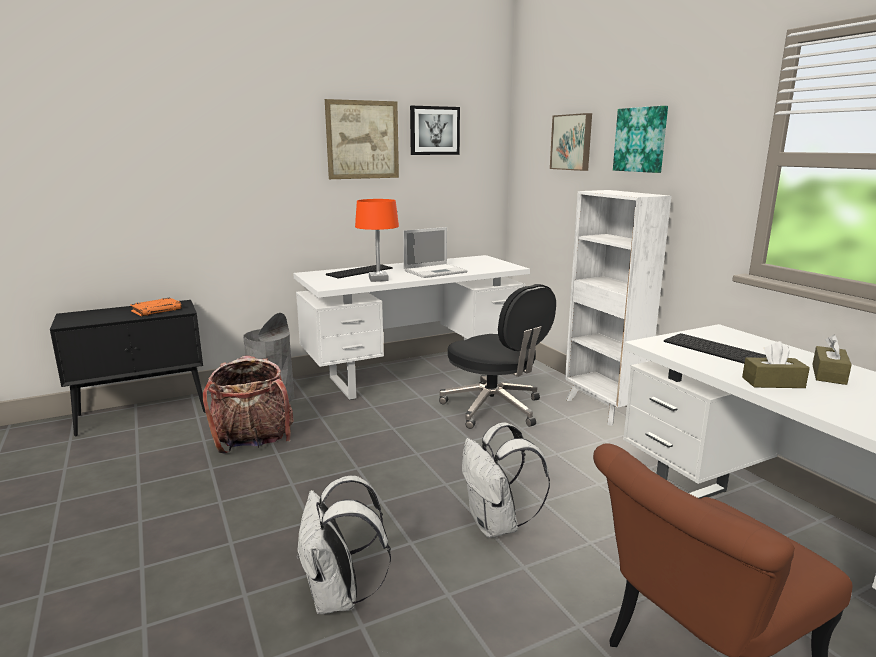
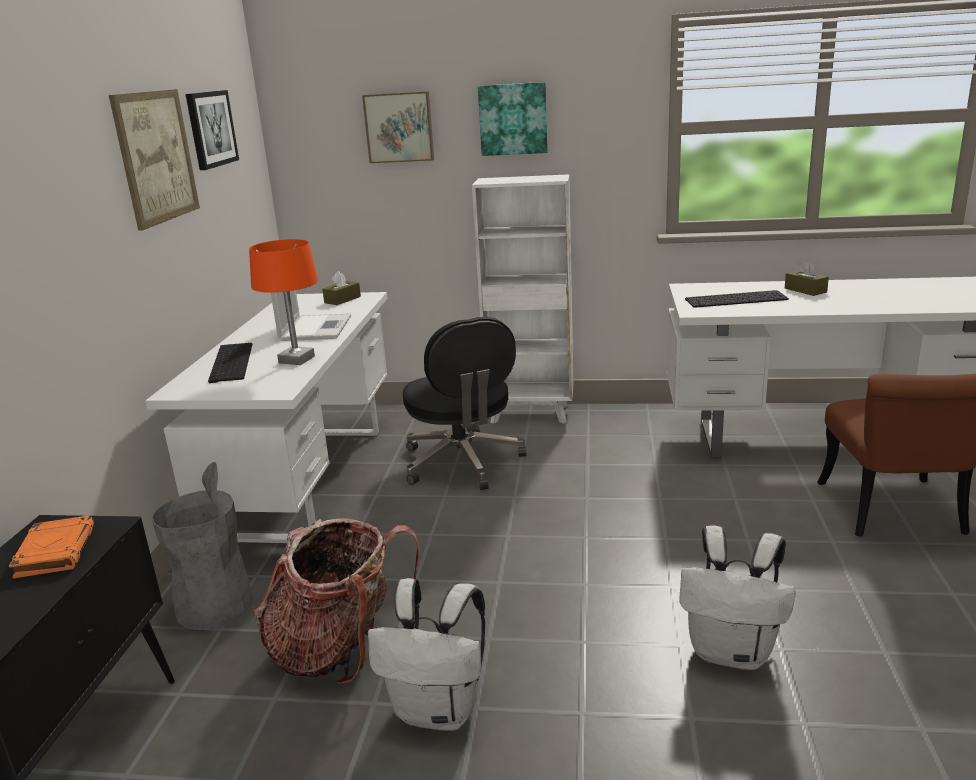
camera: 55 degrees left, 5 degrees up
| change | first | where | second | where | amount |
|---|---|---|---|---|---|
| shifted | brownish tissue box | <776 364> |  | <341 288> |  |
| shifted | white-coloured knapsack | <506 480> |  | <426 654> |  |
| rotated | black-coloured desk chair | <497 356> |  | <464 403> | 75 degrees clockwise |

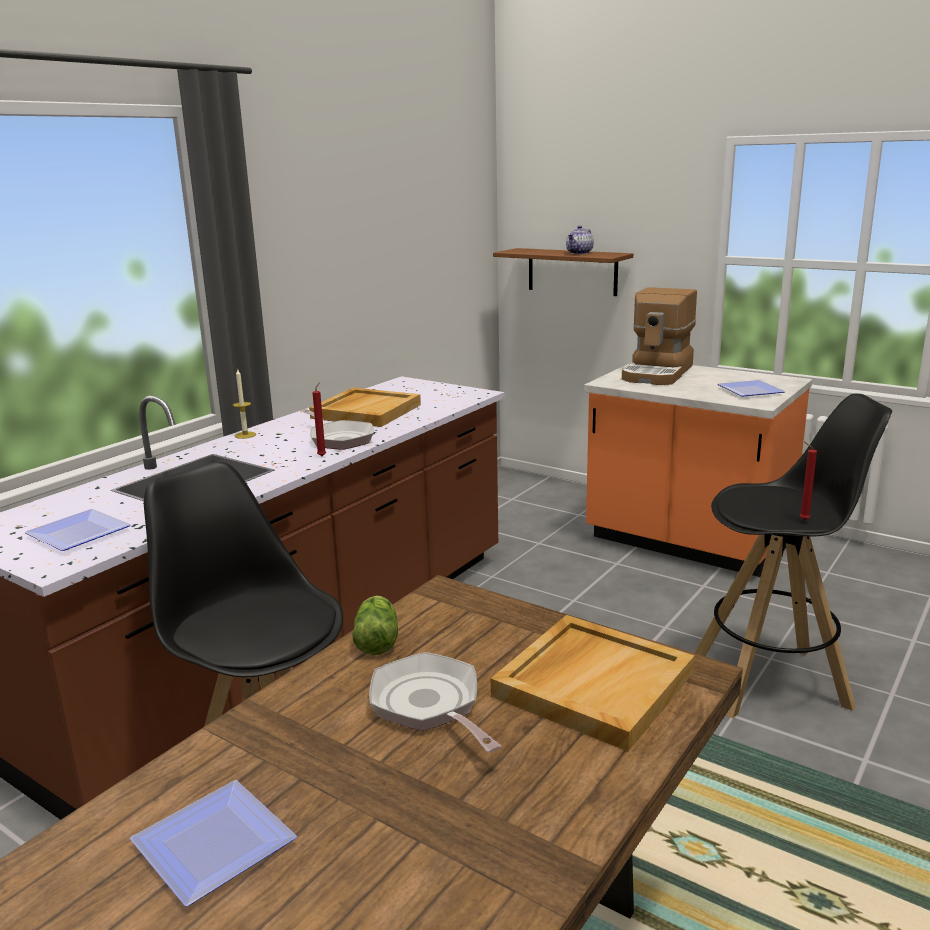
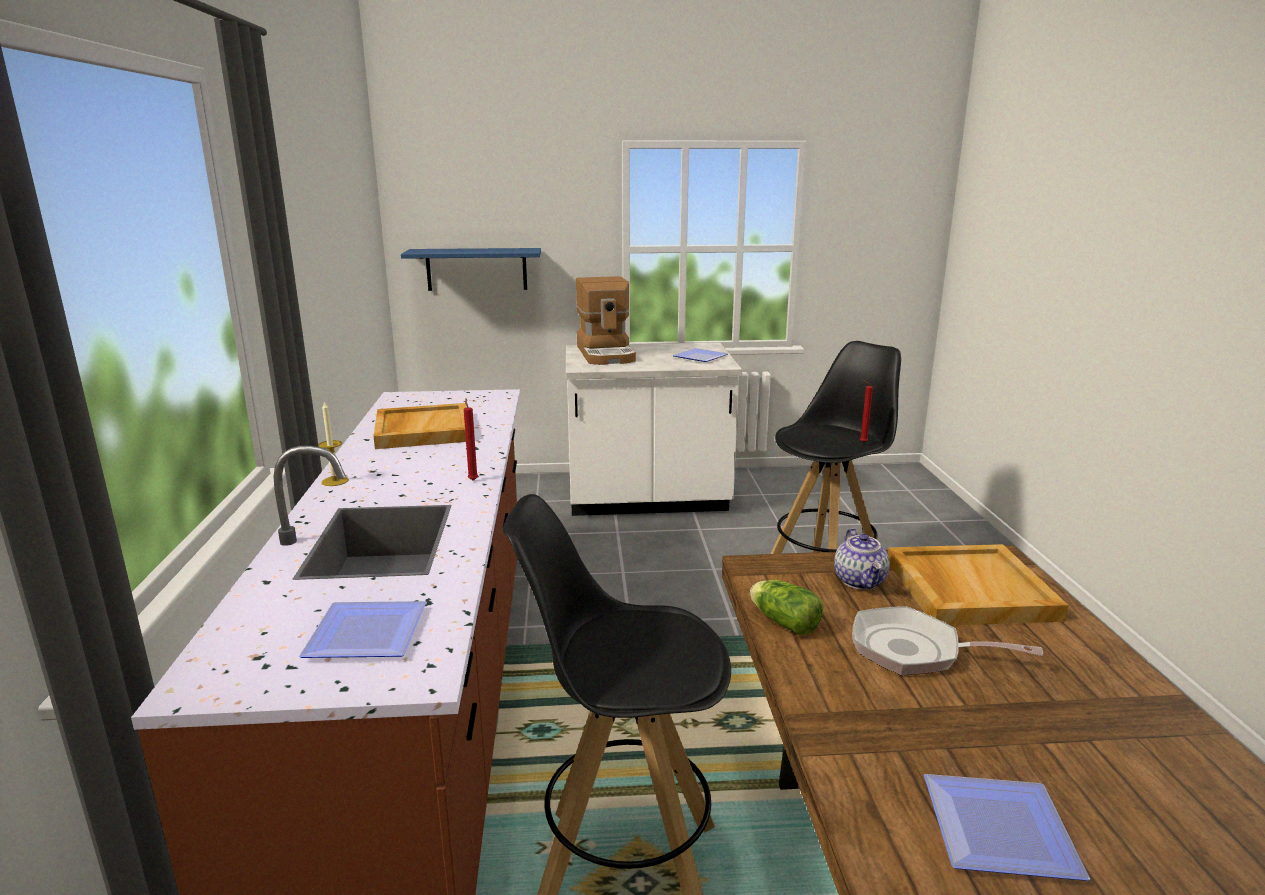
camera: 40 degrees left, 0 degrees up
| change | first | where | second | where | amount |
|---|---|---|---|---|---|
| repainted | brownish shelf | <563 272> | blue shelf | <471 269> |  |
| repainted | orangey counter | <698 469> | white-coloured counter | <654 429> |  |
| shifted | teapot | <580 239> |  | <862 559> |  |
| gone | pan | <337 429> |  |  |  |

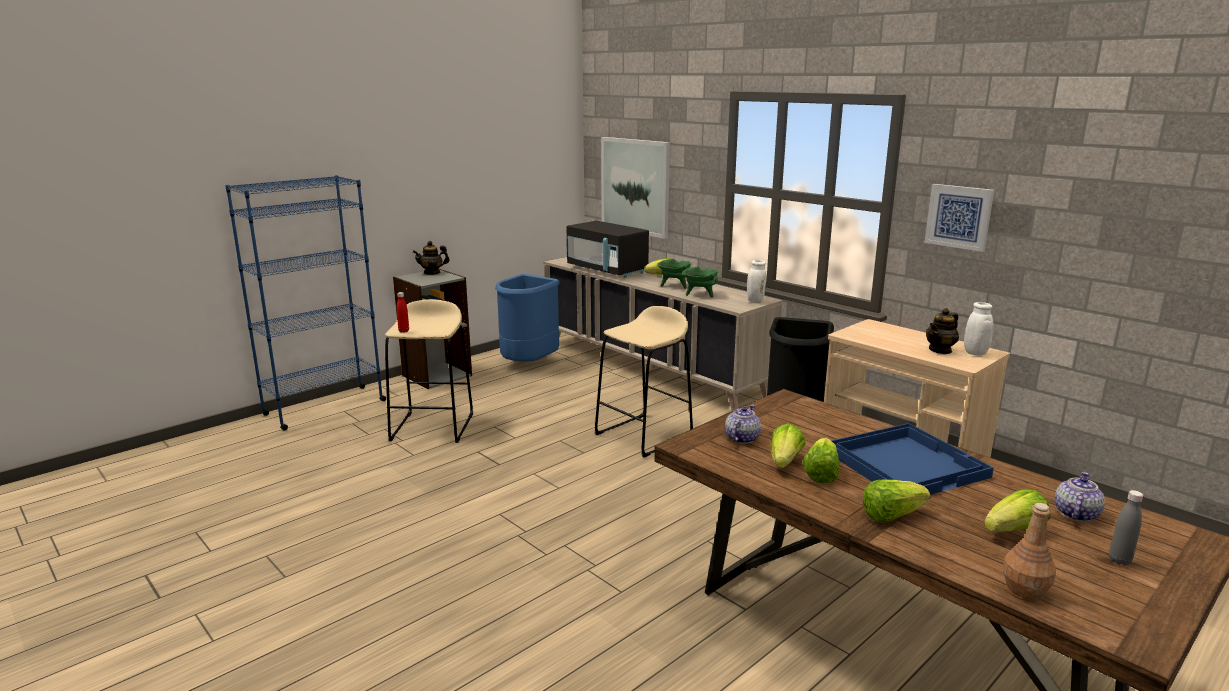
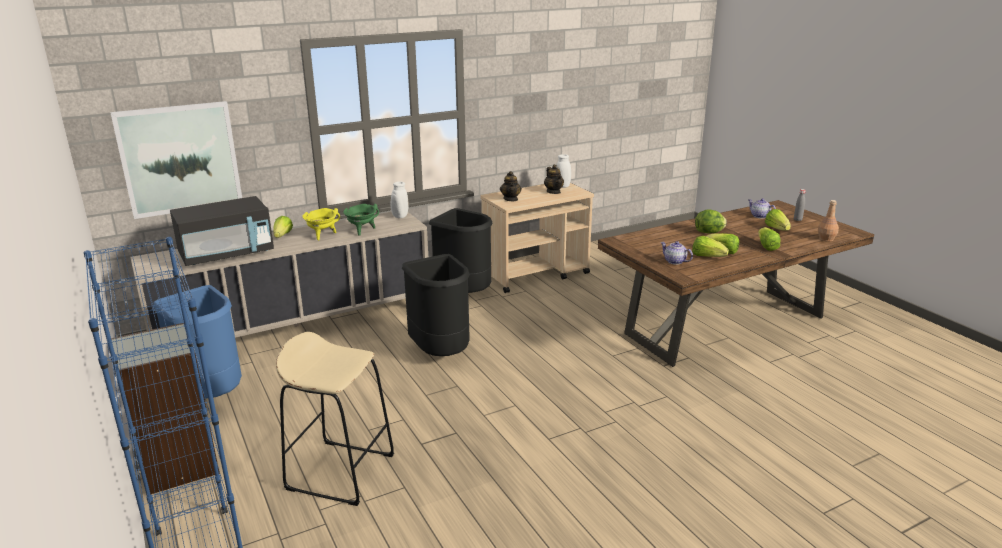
camera: 75 degrees left, 5 degrees up
| change | first | where | second | where | amount |
|---|---|---|---|---|---|
| repainted | green-coloured stockpot | <674 274> | yellowish stockpot | <321 224> |  |
| swapped | sand-coloured sitting stool | <644 381> | black-coloured waste bin | <436 305> |  |
| shifted | teapot | <431 258> |  | <511 186> |  |
| swapped | blue serving tray | <913 459> | lettuce head | <711 221> |  |
| gone | reddish bottle | <403 312> |  |  |  |
| gone | wall art | <959 218> |  |  |  |

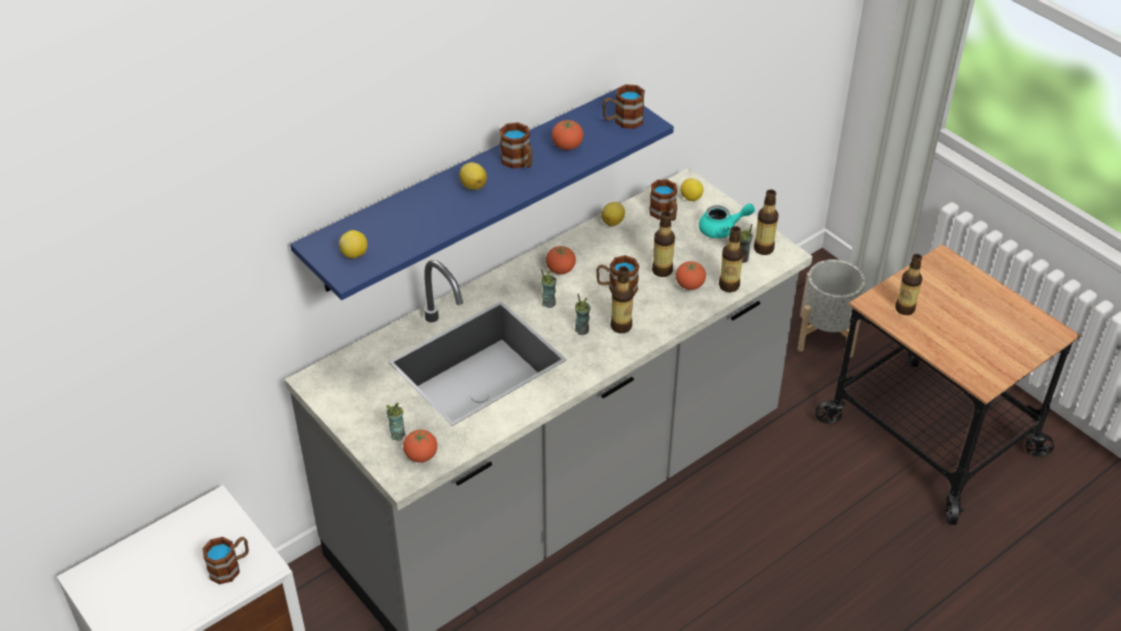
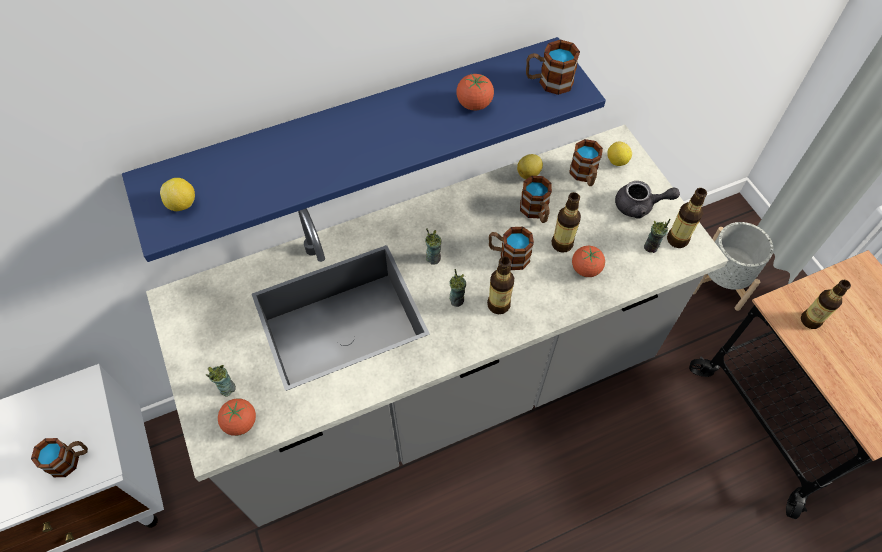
camera: 15 degrees right, 15 degrees up
| change | first | where | second | where | amount |
|---|---|---|---|---|---|
| shifted | mug | <516 145> |  | <536 199> |  |
| repainted | turquoise-coloured teapot | <727 220> | gray teapot | <647 200> |  |
| gone | lemon | <473 176> |  |  |  |
| gone | tomato | <561 260> |  |  |  |
| gone | bottle | <731 259> |  |  |  |

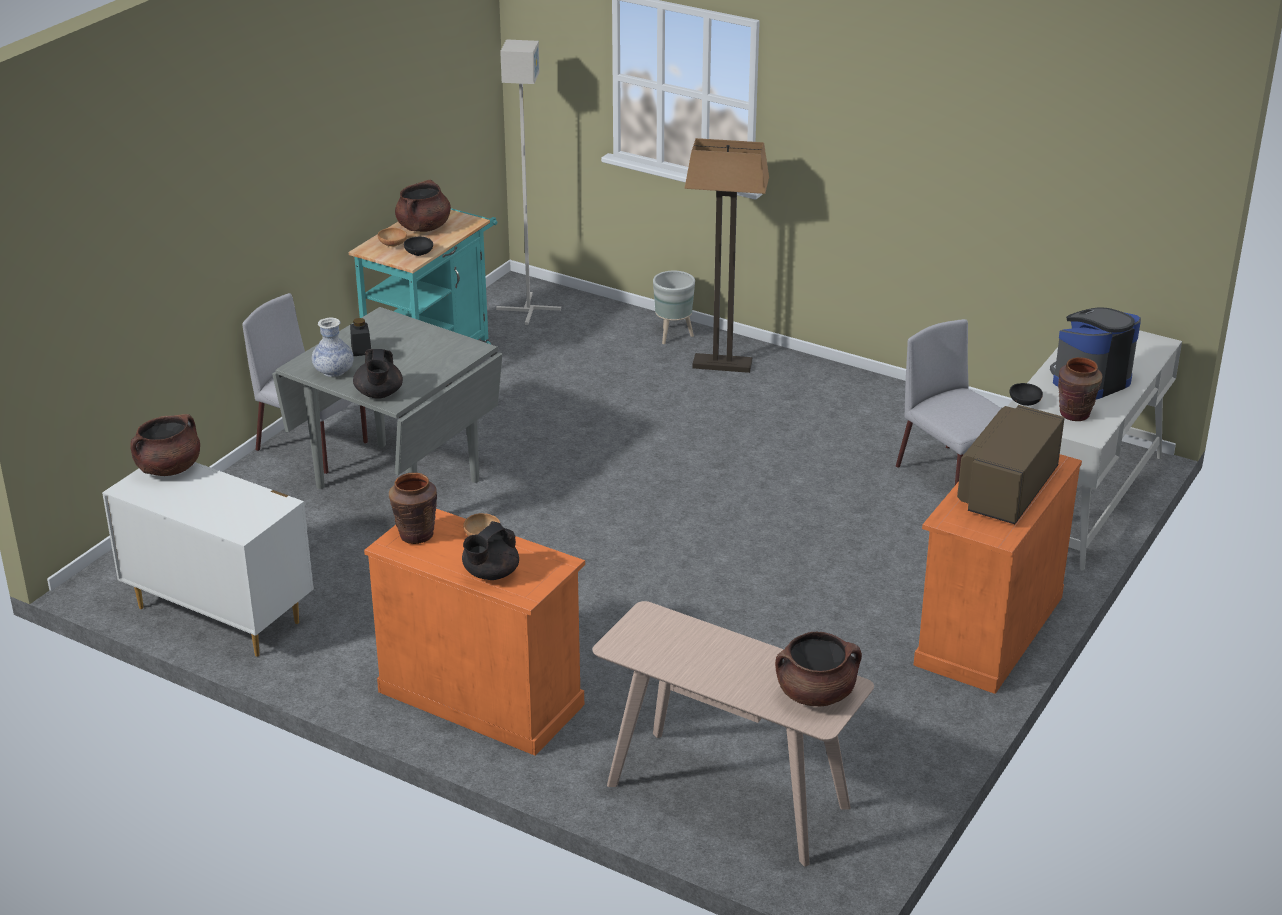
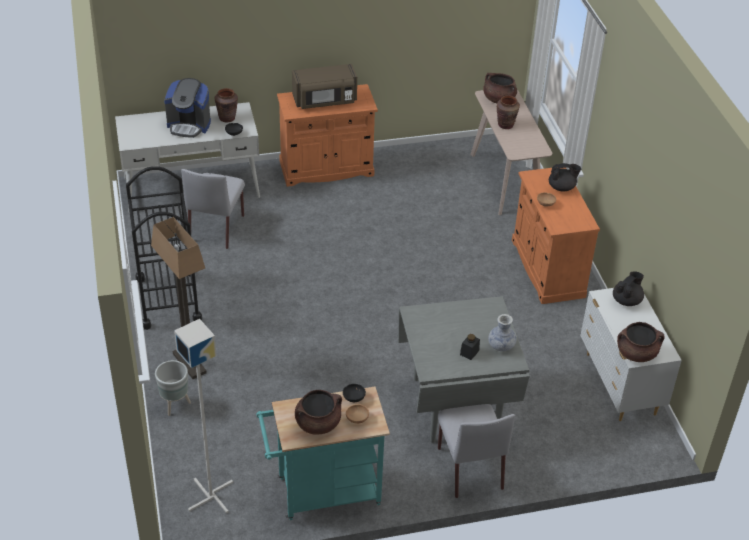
camera: 135 degrees left, 10 degrees up
| change | first | where | second | where | amount |
|---|---|---|---|---|---|
| new |  |  | black-coloured cart | <164 248> |  |
| shifted | brownish flower vase | <413 508> |  | <508 112> |  |
| shifted | black-coloured teapot | <378 374> |  | <628 288> |  |

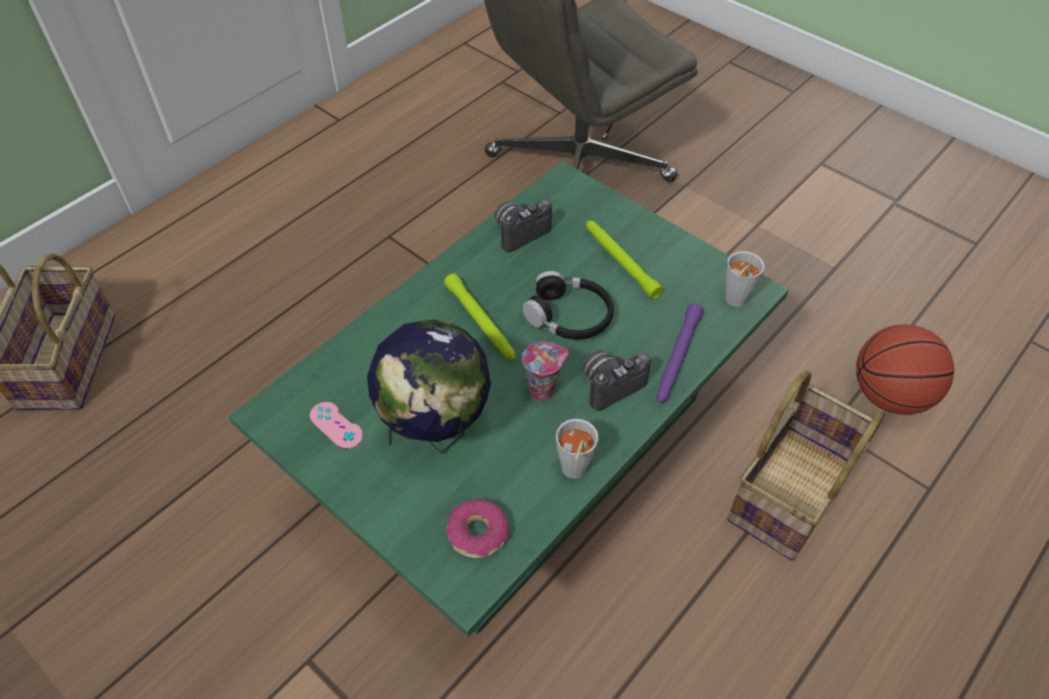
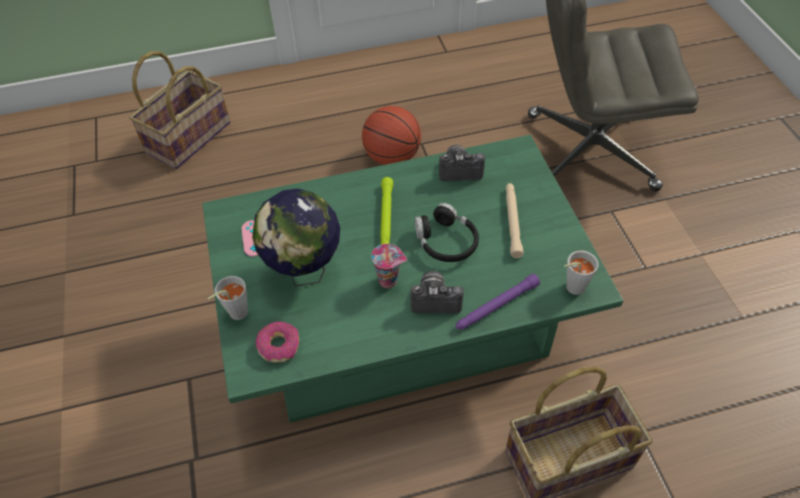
camera: 35 degrees right, 0 degrees up
| change | first | where | second | where | amount |
|---|---|---|---|---|---|
| shifted | gray cup | <577 449> |  | <228 298> |  |
| shifted | ball for basketball | <905 370> |  | <391 135> |  |
| repainted | green-coloured flashlight | <624 260> | sand-coloured flashlight | <515 220> |  |

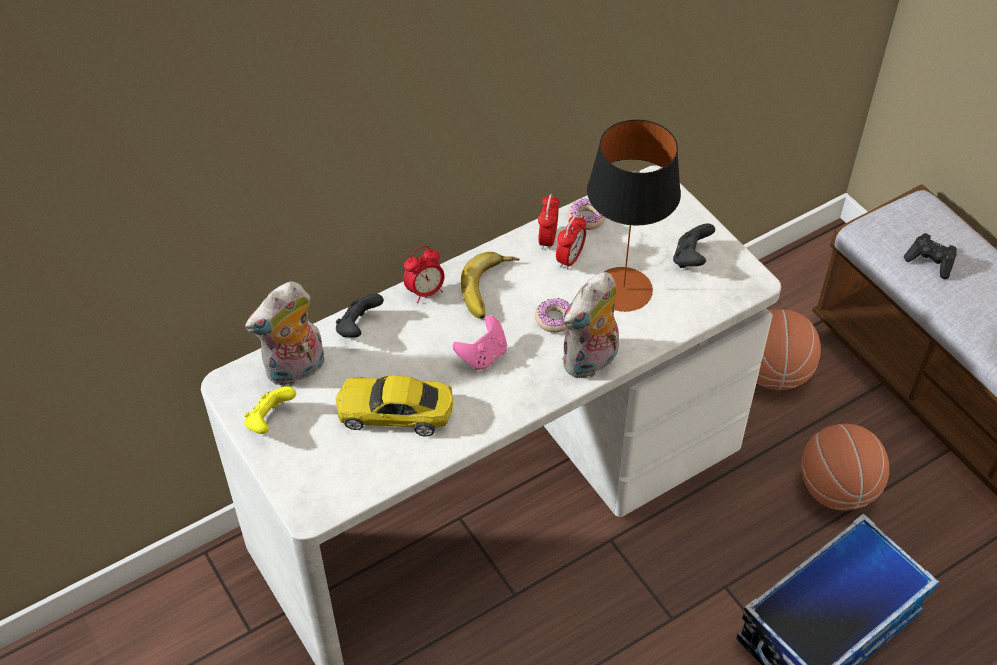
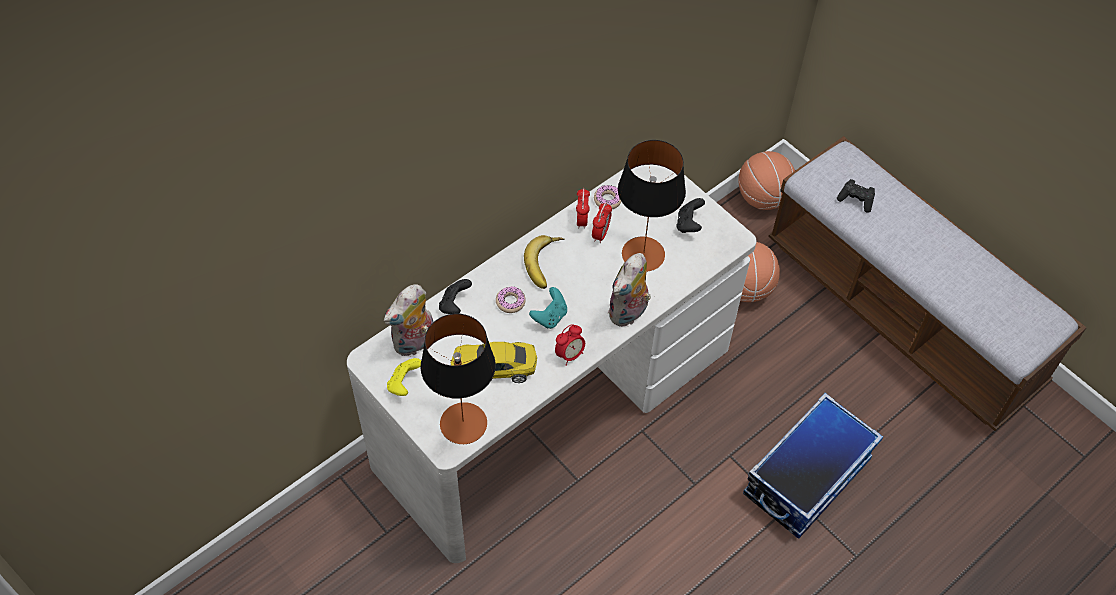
camera: 10 degrees left, 5 degrees up
| change | first | where | second | where | amount |
|---|---|---|---|---|---|
| new |  |  | lamp for a table | <458 379> |  |
| shifted | donut | <552 315> |  | <511 299> |  |
| repainted | pinkish joypad | <480 342> | turquoise-coloured joypad | <548 308> |  |
| shifted | table clock | <423 274> |  | <570 345> |  |
| shifted | ball for basketball | <845 467> |  | <766 180> |  |

